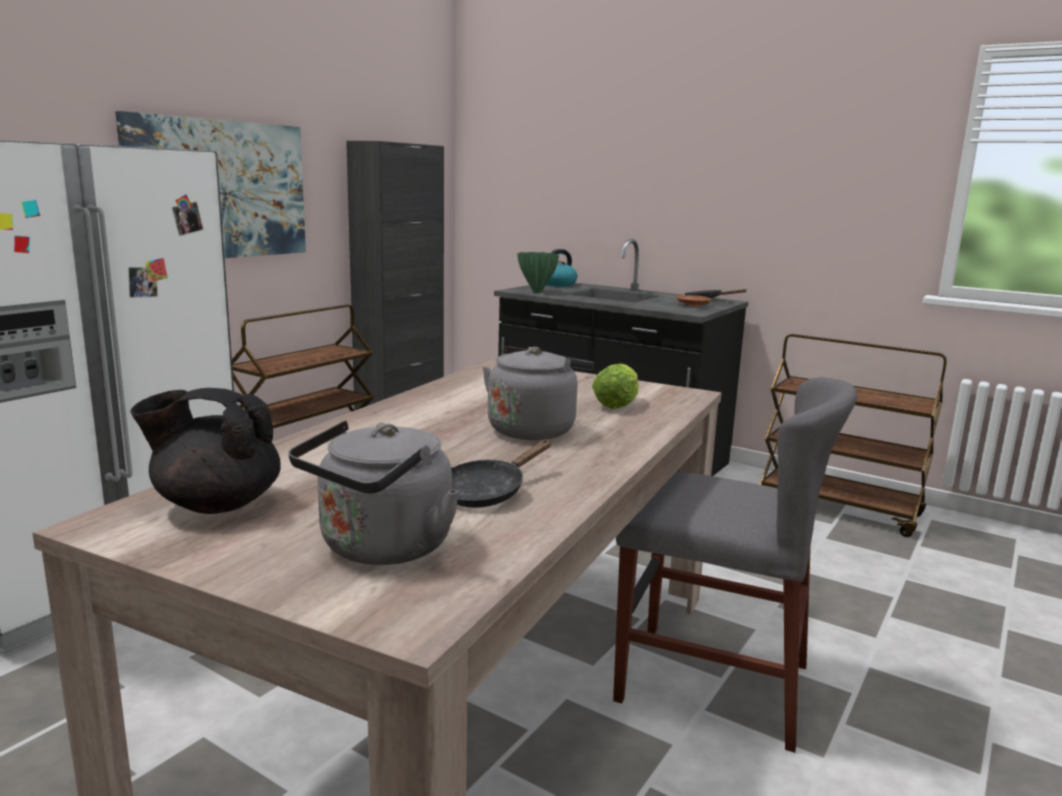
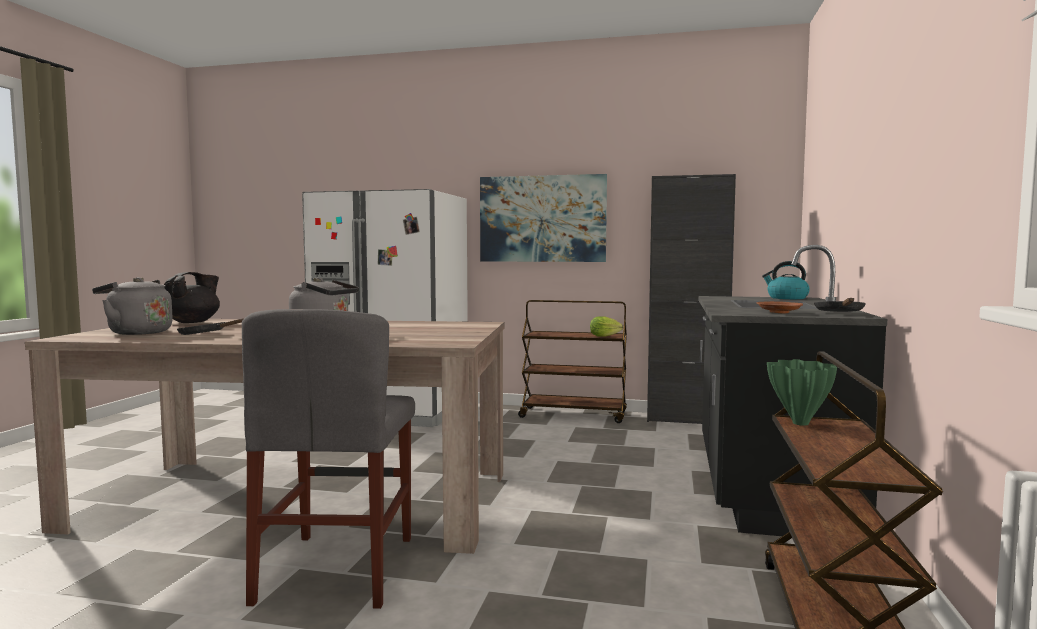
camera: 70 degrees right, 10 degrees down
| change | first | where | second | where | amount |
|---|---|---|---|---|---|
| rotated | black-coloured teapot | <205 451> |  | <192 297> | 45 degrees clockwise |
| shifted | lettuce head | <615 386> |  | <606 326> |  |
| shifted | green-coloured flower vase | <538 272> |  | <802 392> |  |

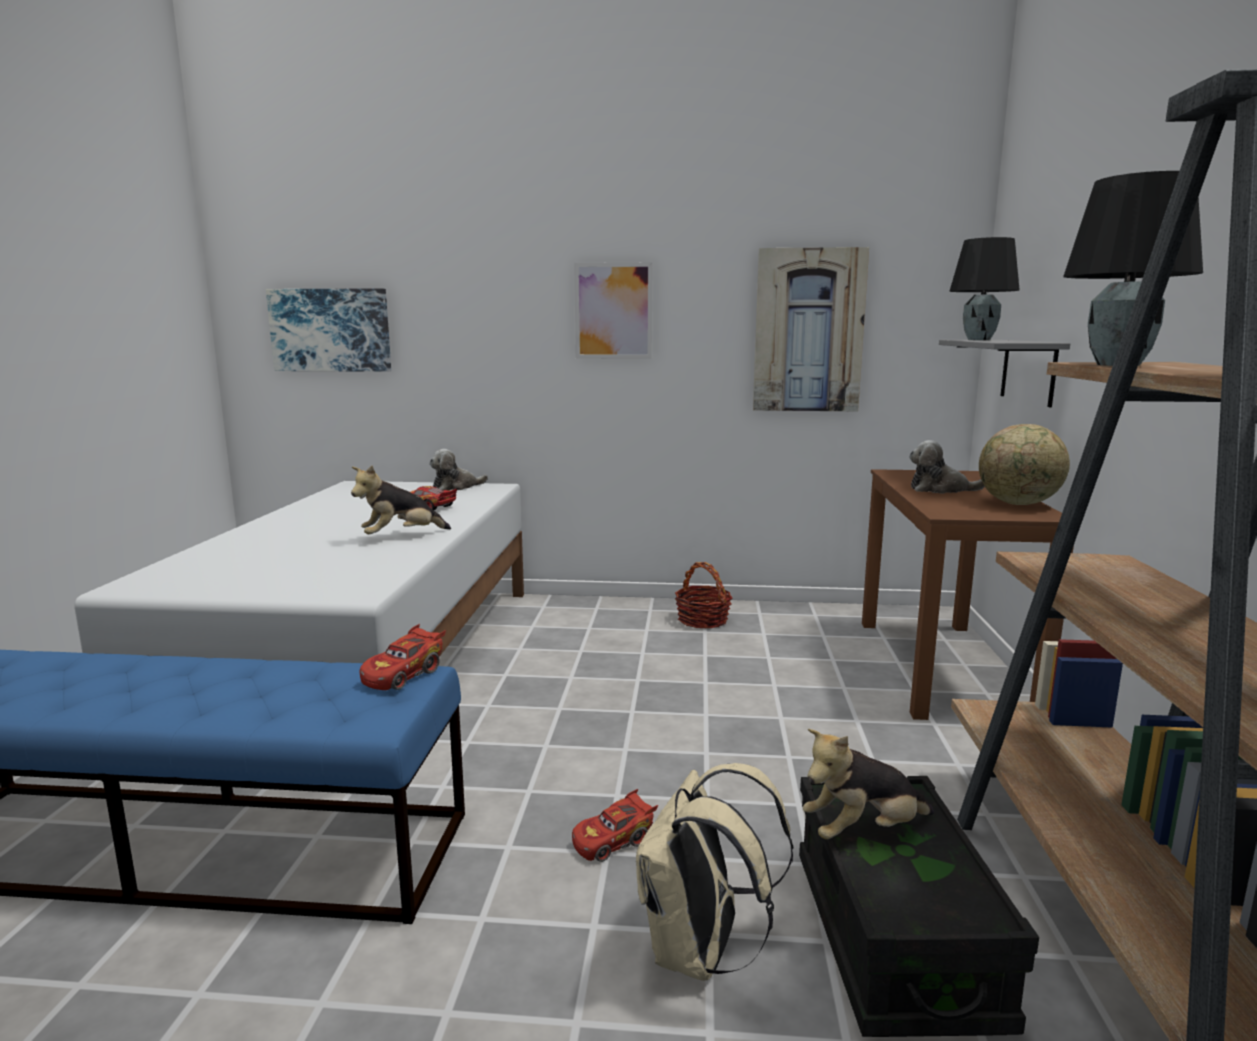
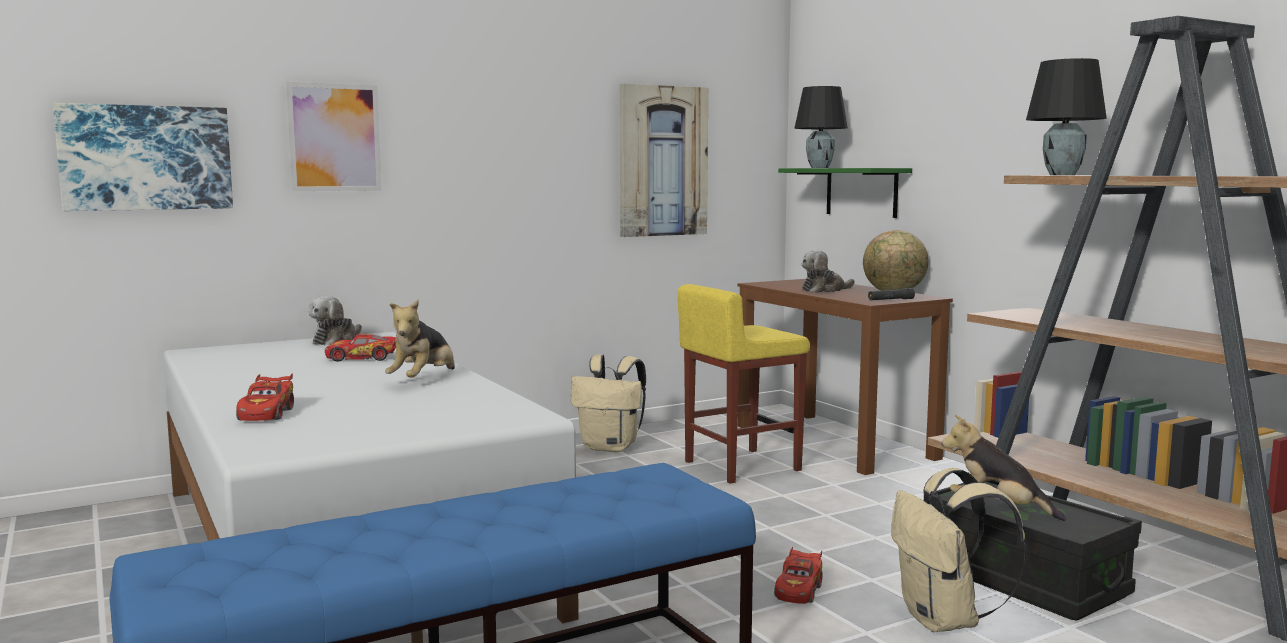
camera: 35 degrees left, 5 degrees down
| change | first | where | second | where | amount |
|---|---|---|---|---|---|
| shifted | reddish model car | <402 657> |  | <265 397> |  |
| shifted | wall art | <613 310> |  | <333 136> |  |
| swapped | household basket | <703 595> | sand-coloured knapsack | <608 403> |  |
| new |  |  | yellowish sitting stool | <743 384> |  |
| repainted | gray shelf | <1004 373> | green-coloured shelf | <845 193> |  |
| new |  |  | black-coloured flashlight | <891 294> |  |
| rotated | soft toy | <868 784> |  | <1004 468> | 90 degrees clockwise |

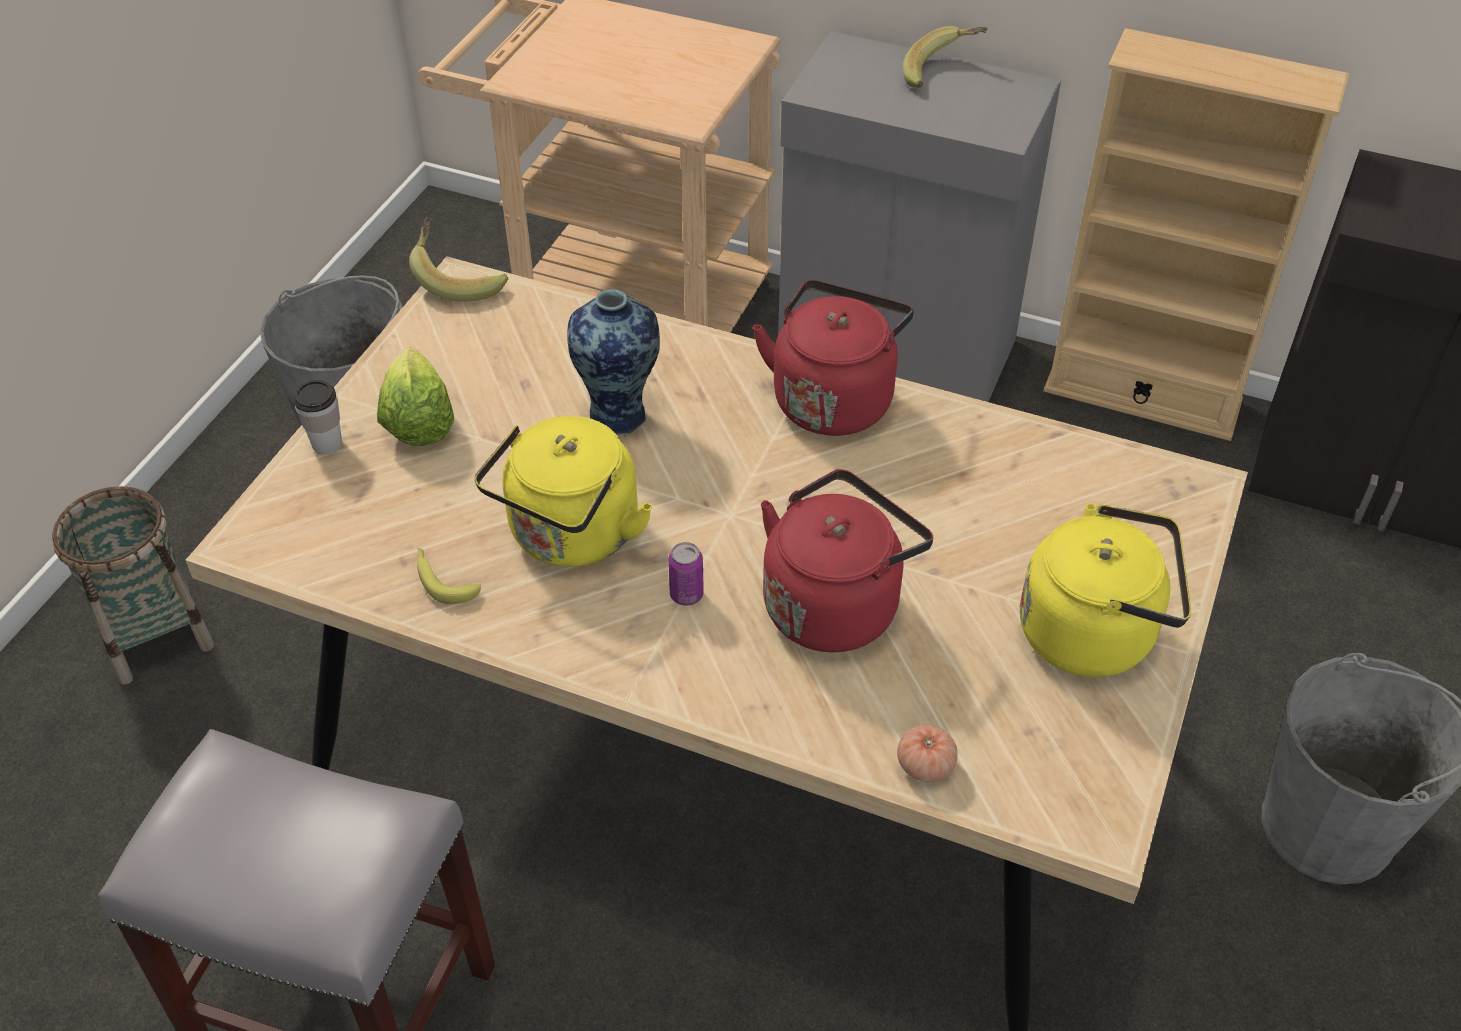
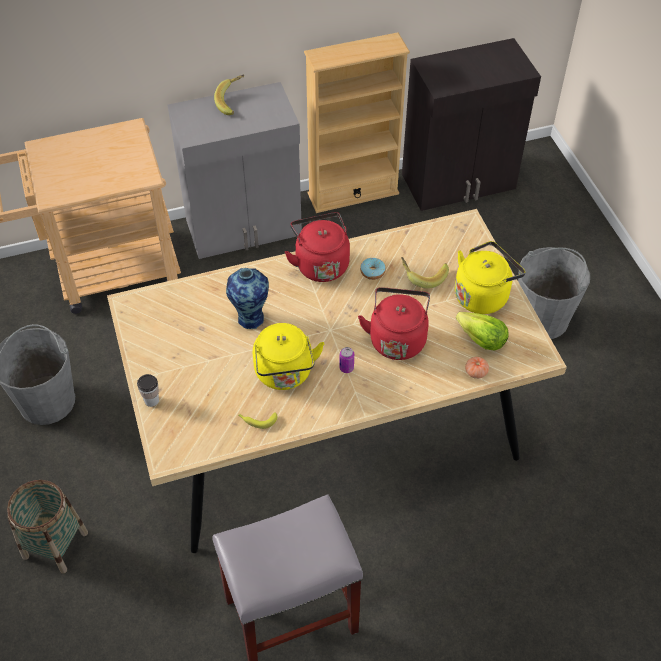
camera: 40 degrees left, 5 degrees up
| change | first | where | second | where | amount |
|---|---|---|---|---|---|
| new |  |  | donut | <373 269> |  |
| shifted | banana fruit | <458 259> |  | <425 273> |  |
| shifted | lettuce head | <415 396> |  | <482 331> |  |

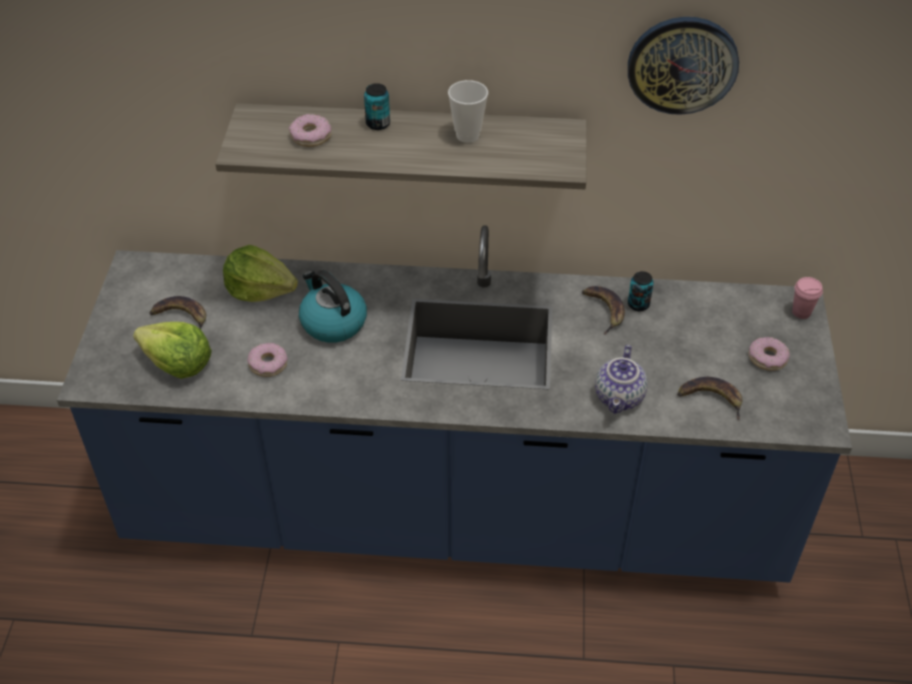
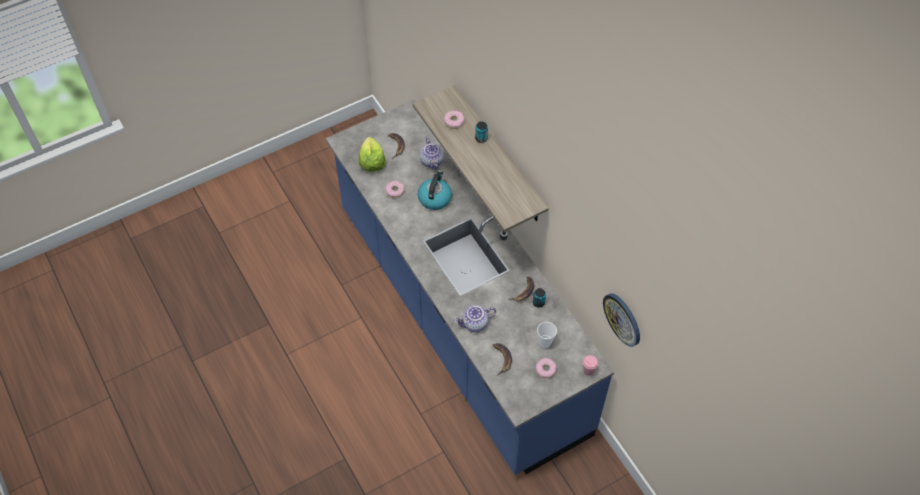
camera: 55 degrees right, 10 degrees up
| change | first | where | second | where | amount |
|---|---|---|---|---|---|
| swapped | lettuce head | <260 273> | teapot | <432 153> |  |
| shifted | cup | <468 111> |  | <547 335> |  |
| shifted | hanging clock | <683 66> |  | <621 320> |  |

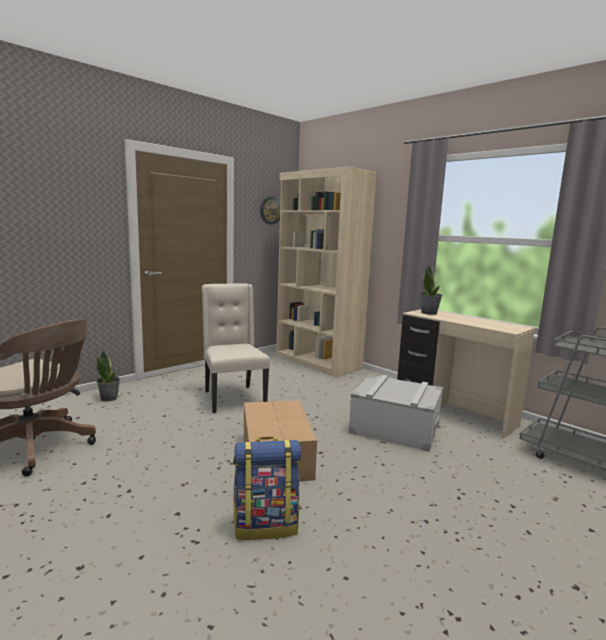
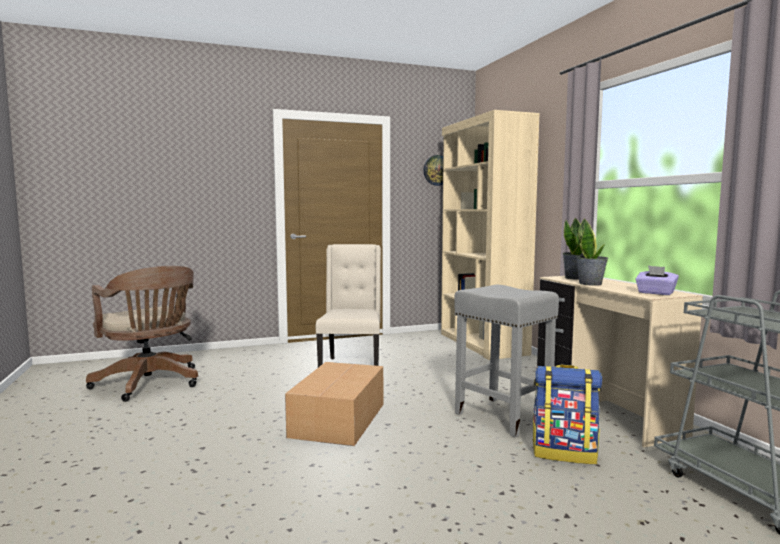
camera: 25 degrees right, 5 degrees down
| change | first | where | second | where | amount |
|---|---|---|---|---|---|
| swapped | gray storage container | <396 413> | gray sitting stool | <507 361> |  |
| shifted | knapsack | <267 488> |  | <567 414> |  |
| shifted | plant in a pot | <108 376> |  | <592 252> |  |
| new |  |  | purplish tissue box | <657 280> |  |

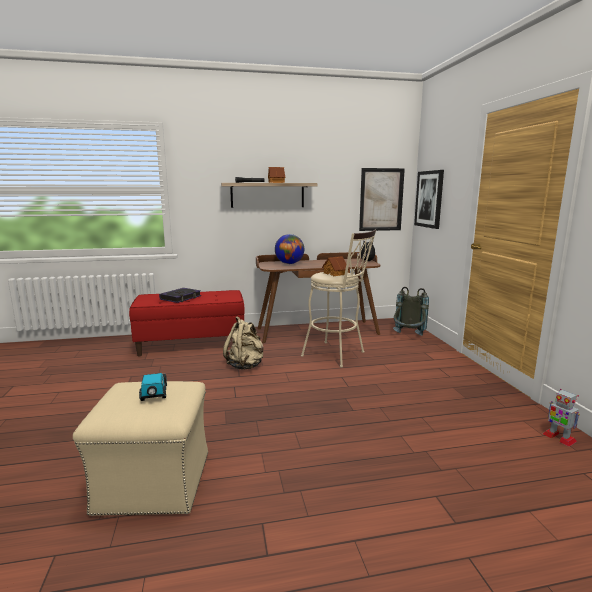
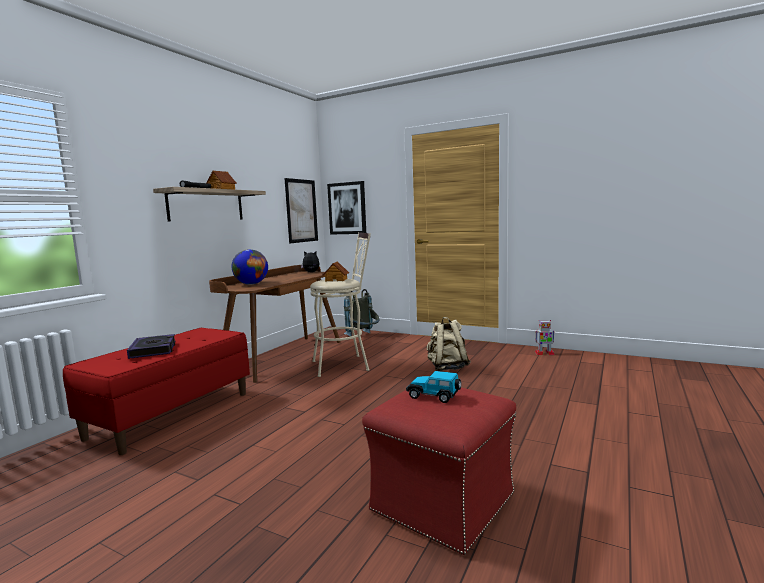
camera: 50 degrees left, 5 degrees down
| change | first | where | second | where | amount |
|---|---|---|---|---|---|
| repainted | sand-coloured ottoman | <140 448> | reddish ottoman | <439 471> |  |
| shifted | sand-coloured knapsack | <243 343> |  | <449 344> |  |

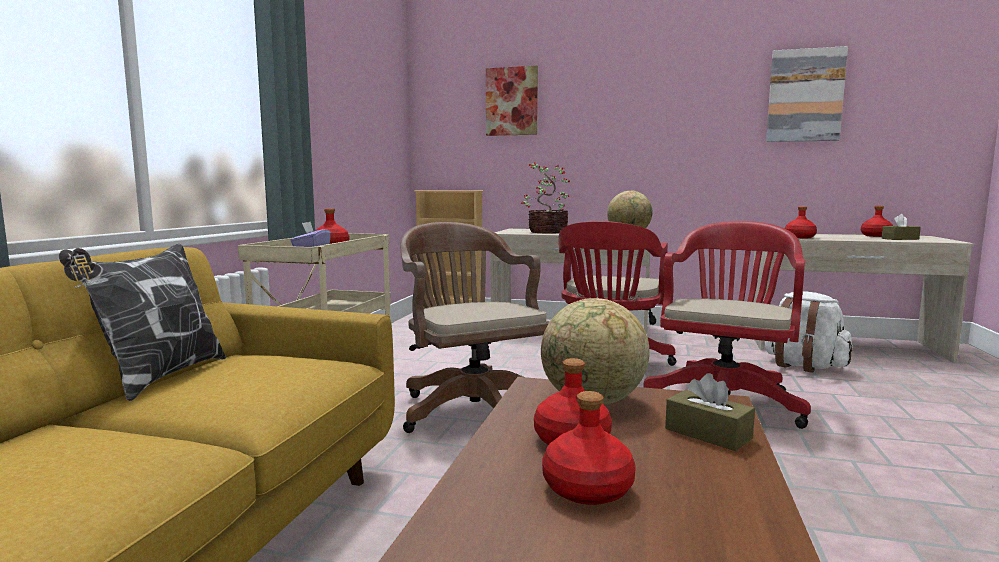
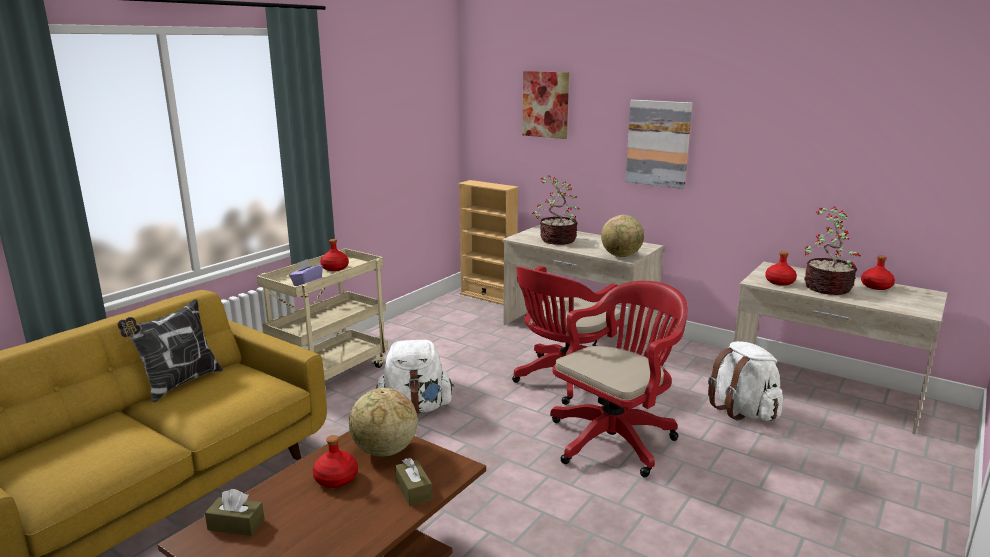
camera: 20 degrees right, 10 degrees up
| change | first | where | second | where | amount |
|---|---|---|---|---|---|
| shifted | brownish tissue box | <901 227> |  | <234 512> |  |
| swapped | brownish desk chair | <475 327> | white-coloured knapsack | <415 377> |  |
| shifted | wall art | <807 94> |  | <658 144> |  |
| new |  |  | plant in a pot | <832 250> |  |
| gone | reddish bottle | <588 448> |  |  |  |

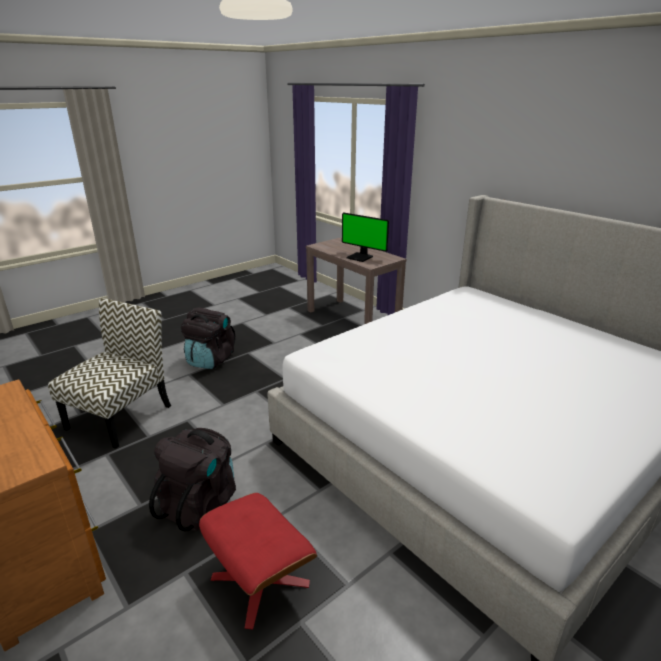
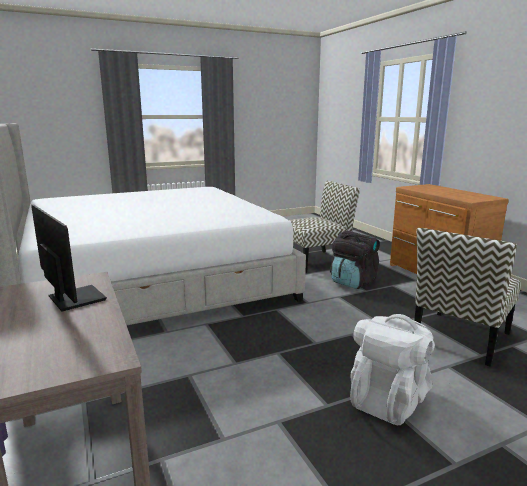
camera: 165 degrees left, 10 degrees down
| change | first | where | second | where | amount |
|---|---|---|---|---|---|
| swapped | reddish ottoman | <258 561> | plain chair | <324 227> |  |
| repainted | black-coloured knapsack | <208 338> | white-coloured knapsack | <392 369> |  |

